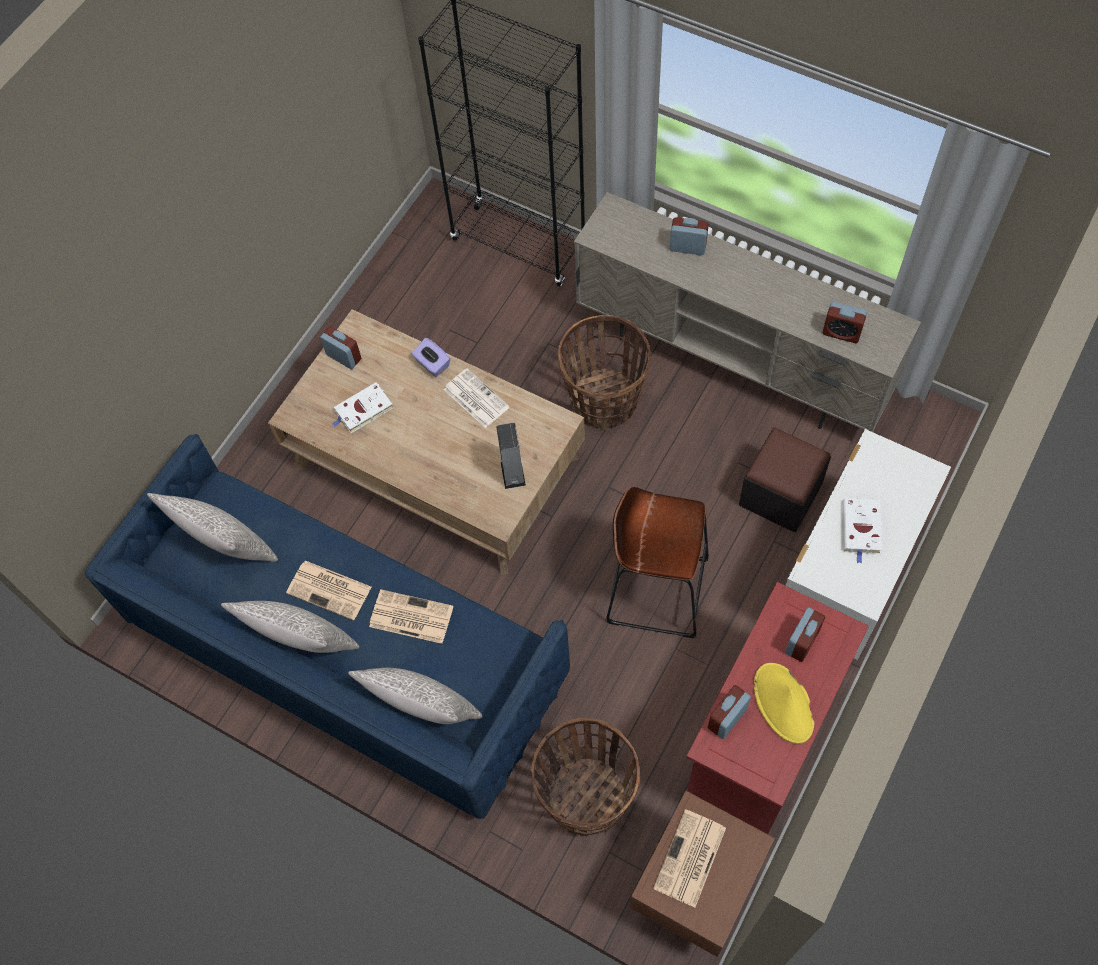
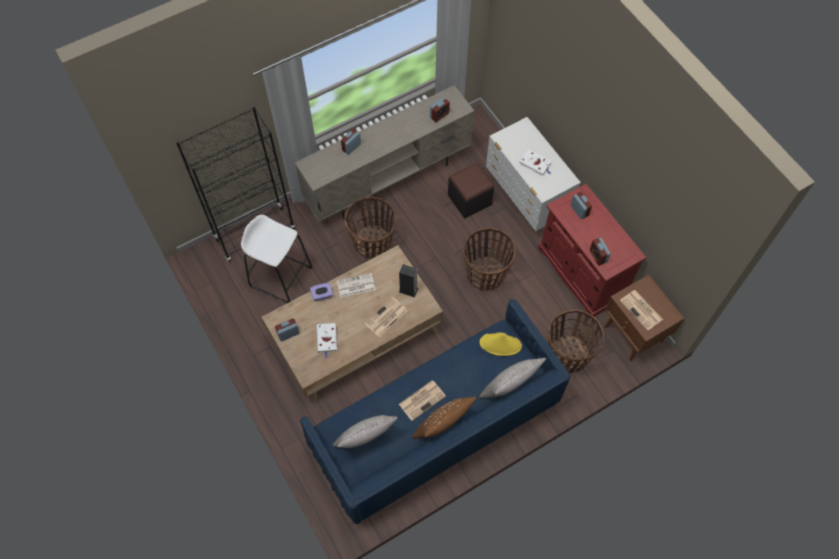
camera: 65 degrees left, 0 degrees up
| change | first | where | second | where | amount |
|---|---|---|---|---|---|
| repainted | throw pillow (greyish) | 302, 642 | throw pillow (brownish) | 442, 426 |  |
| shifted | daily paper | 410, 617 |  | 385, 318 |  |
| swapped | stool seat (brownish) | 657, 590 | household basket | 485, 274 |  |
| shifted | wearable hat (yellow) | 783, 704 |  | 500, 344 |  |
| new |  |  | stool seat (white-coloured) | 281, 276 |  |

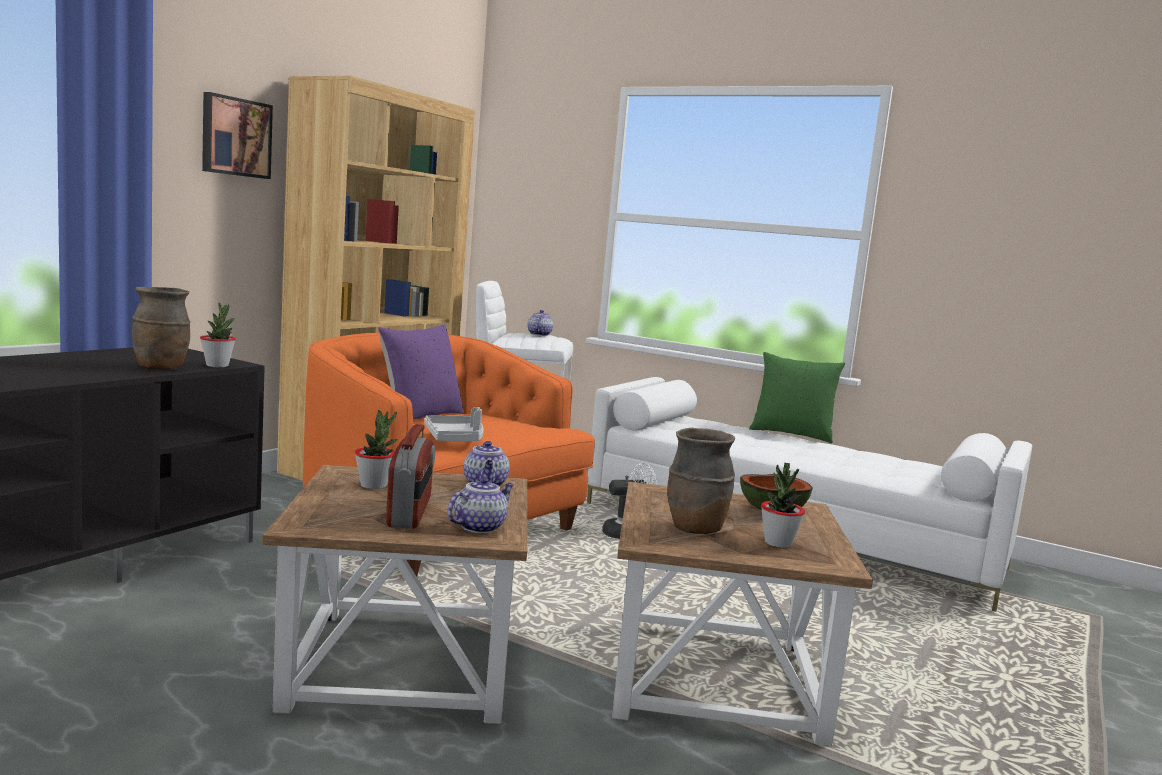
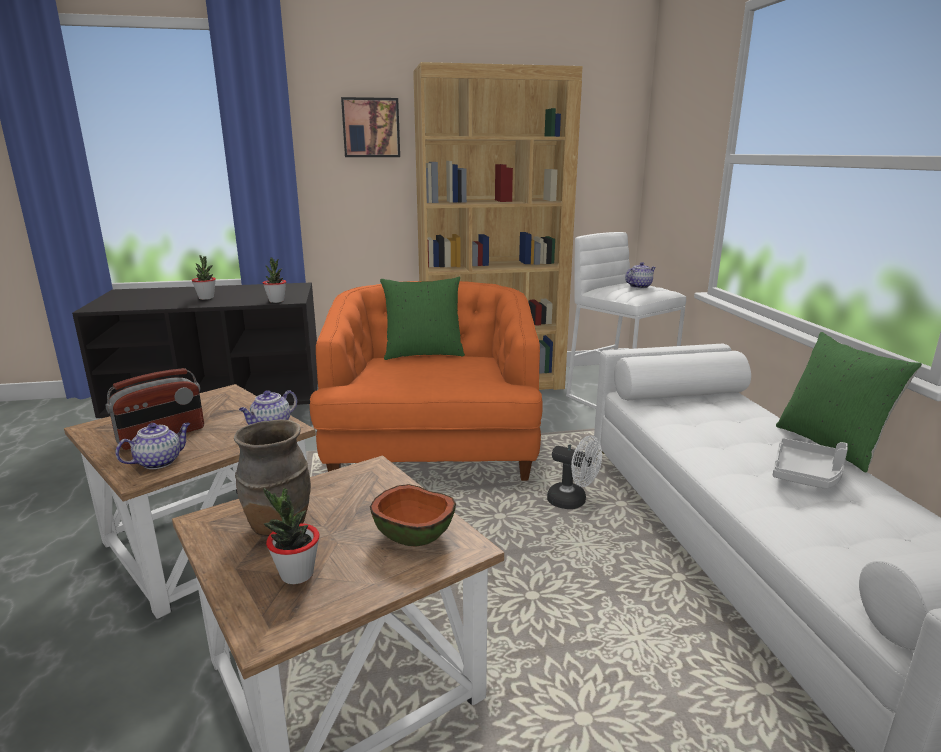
camera: 50 degrees right, 10 degrees up
| change | first | where | second | where | amount |
|---|---|---|---|---|---|
| gone | vase (brownish) | 161, 368 |  |  |  |
| shifted | plant in a pot | 374, 485 |  | 206, 298 |  |
| repainted | throw pillow (purple-coloured) | 420, 416 | throw pillow (greenish) | 423, 354 |  |
| shifted | carrying tray (greyish) | 455, 438 |  | 806, 474 |  |
| rotated | tea pot | 480, 527 |  | 159, 462 | 45 degrees counterclockwise |

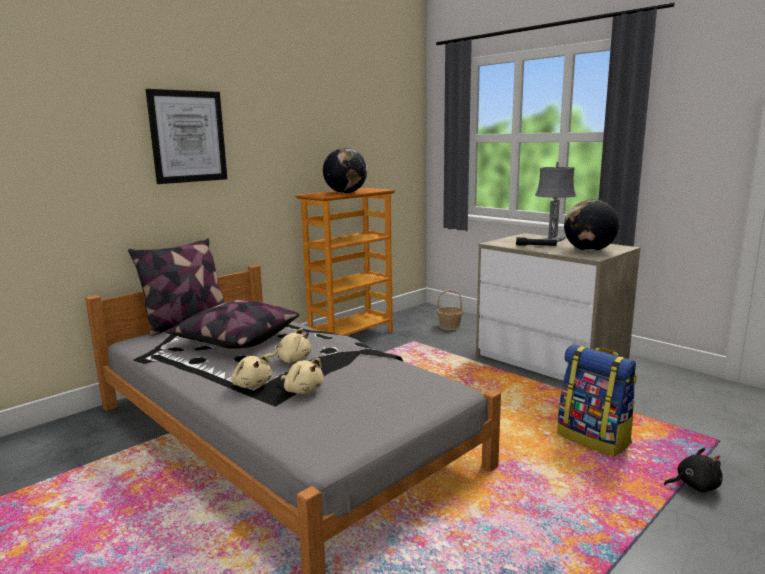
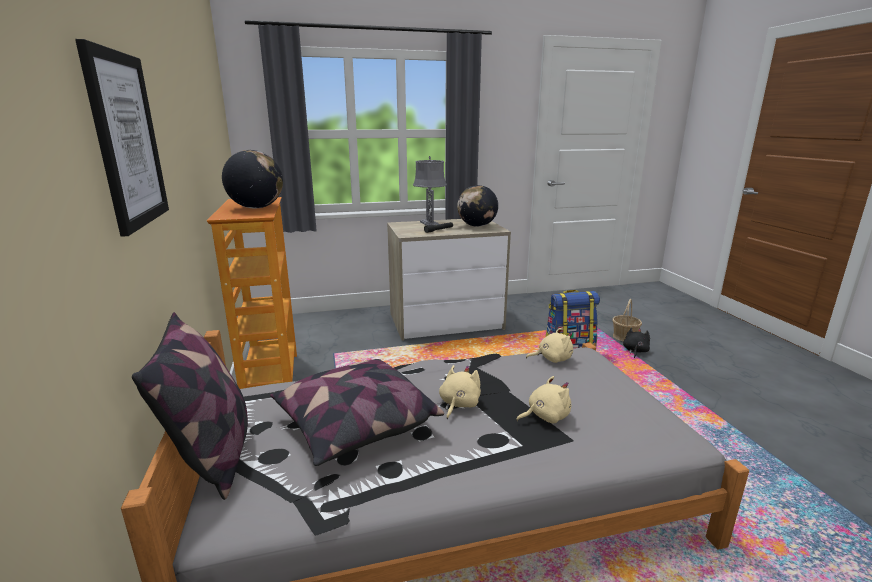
camera: 60 degrees left, 5 degrees up
| change | first | where | second | where | amount |
|---|---|---|---|---|---|
| shifted | cuddly toy (beige) | 252, 385 |  | 552, 359 |  |
| shifted | household basket | 450, 326 |  | 624, 337 |  |

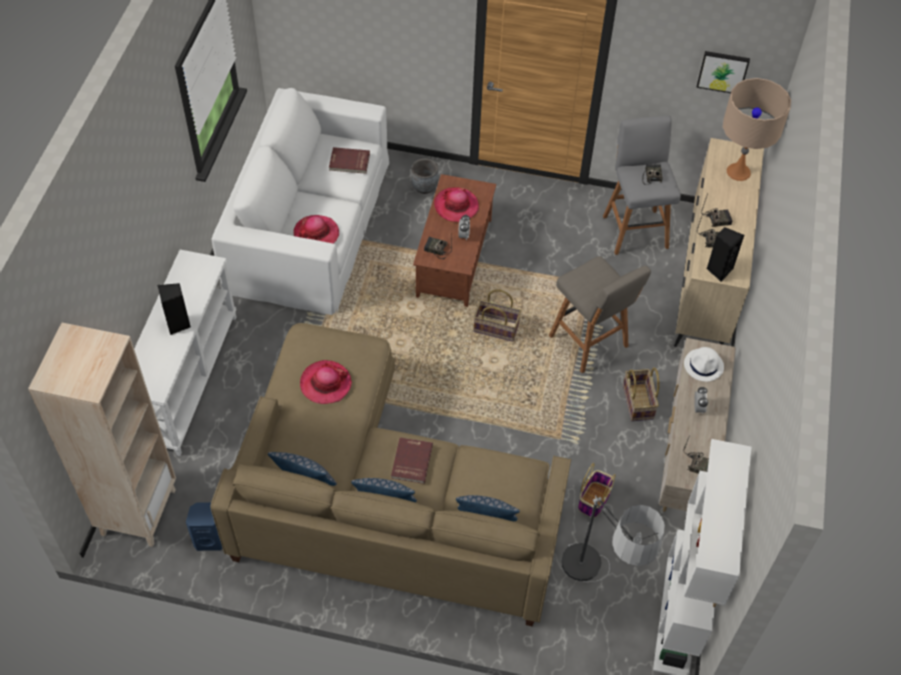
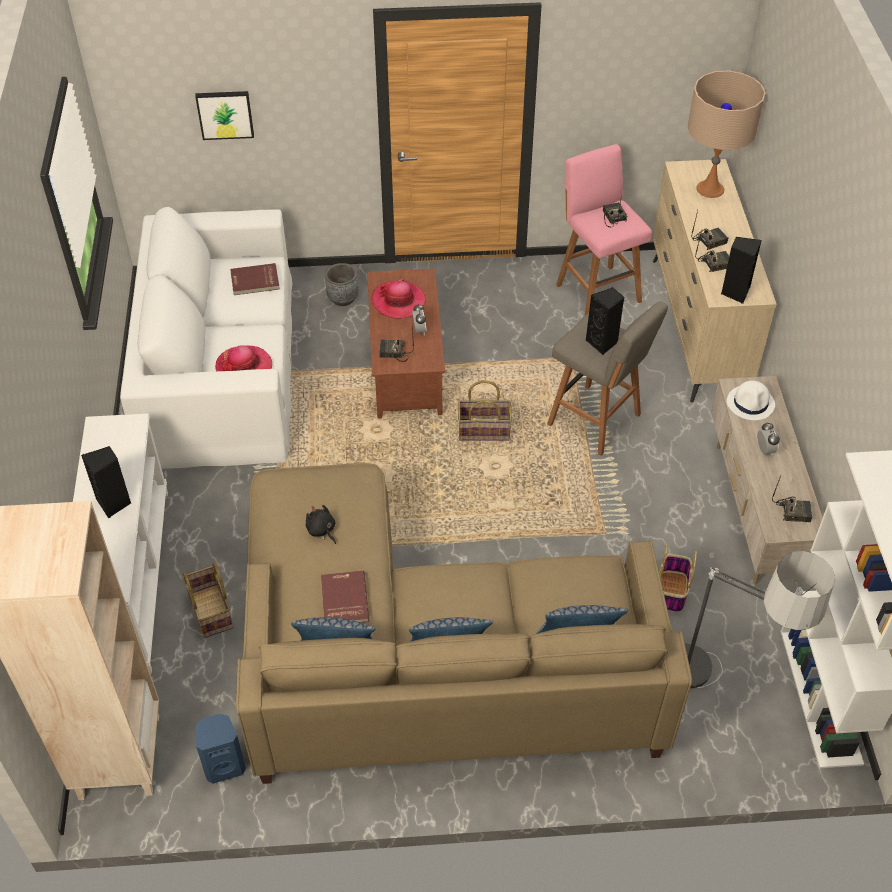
camera: 15 degrees left, 5 degrees down
| change | first | where | second | where | amount |
|---|---|---|---|---|---|
| swapped | wearable hat | 325, 383 | cuddly toy (black) | 321, 530 |  |
| shifted | book (red-coloured) | 411, 461 |  | 343, 600 |  |
| repainted | stool seat (greyish) | 634, 230 | stool seat (pink) | 597, 291 |  |
| shifted | household basket | 638, 402 |  | 212, 611 |  |
| shifted | picture | 723, 71 |  | 225, 114 |  |
| new |  |  | speaker (black) | 603, 343 |  |

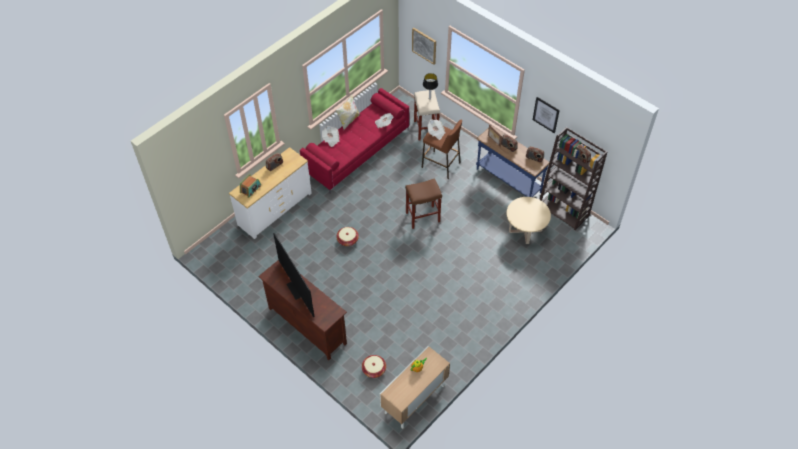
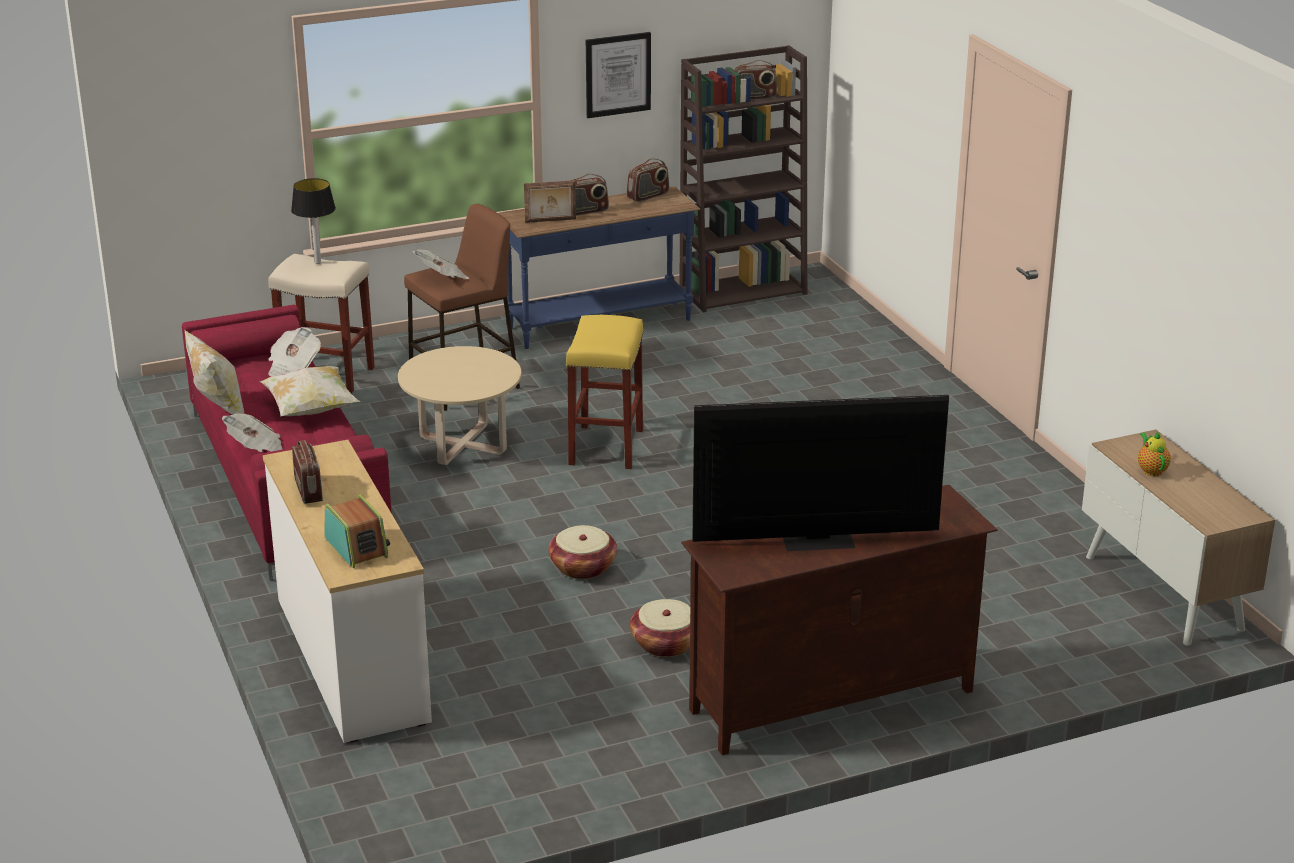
camera: 65 degrees left, 25 degrees down
| change | first | where | second | where | amount |
|---|---|---|---|---|---|
| shifted | household basket | 374, 369 |  | 666, 644 |  |
| repainted | stool seat (brownish) | 423, 216 | stool seat (yellow) | 605, 446 |  |
| gone | picture | 424, 45 |  |  |  |
| shifted | coffee table (beige) | 525, 231 |  | 463, 444 |  |
| new |  |  | throw pillow | 311, 410 |  |

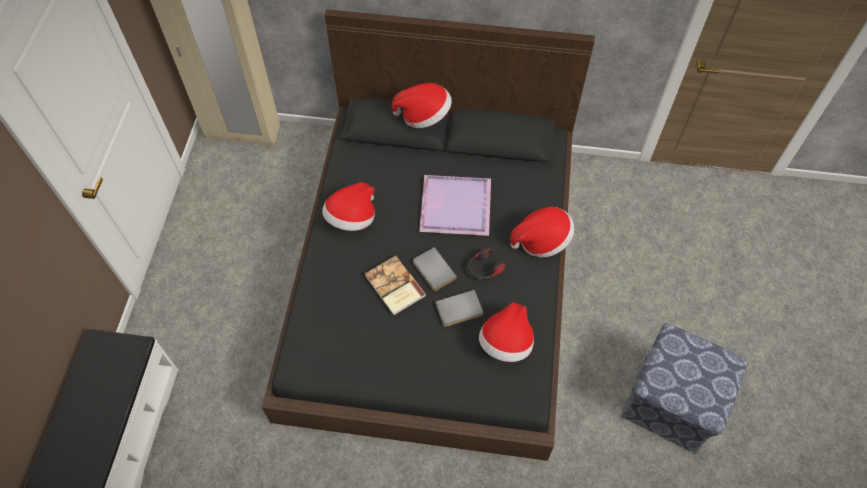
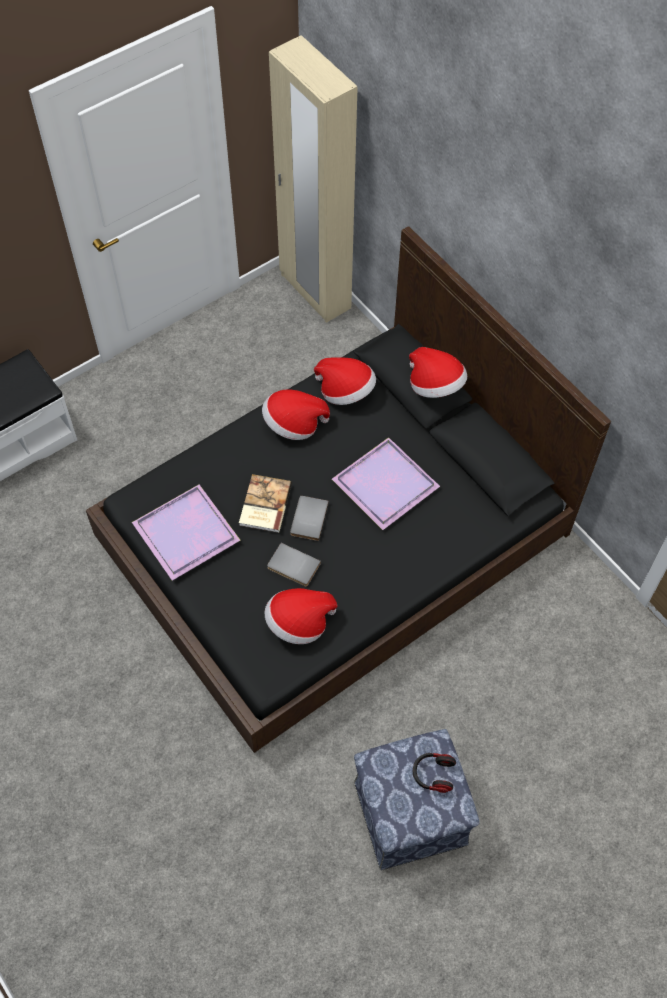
camera: 45 degrees right, 0 degrees up
| change | first | where | second | where | amount |
|---|---|---|---|---|---|
| shifted | headphones | 484, 269 |  | 432, 774 |  |
| shifted | wearable hat | 541, 240 |  | 345, 392 |  |
| new |  |  | carrying tray (purple-coloured) | 188, 533 |  |

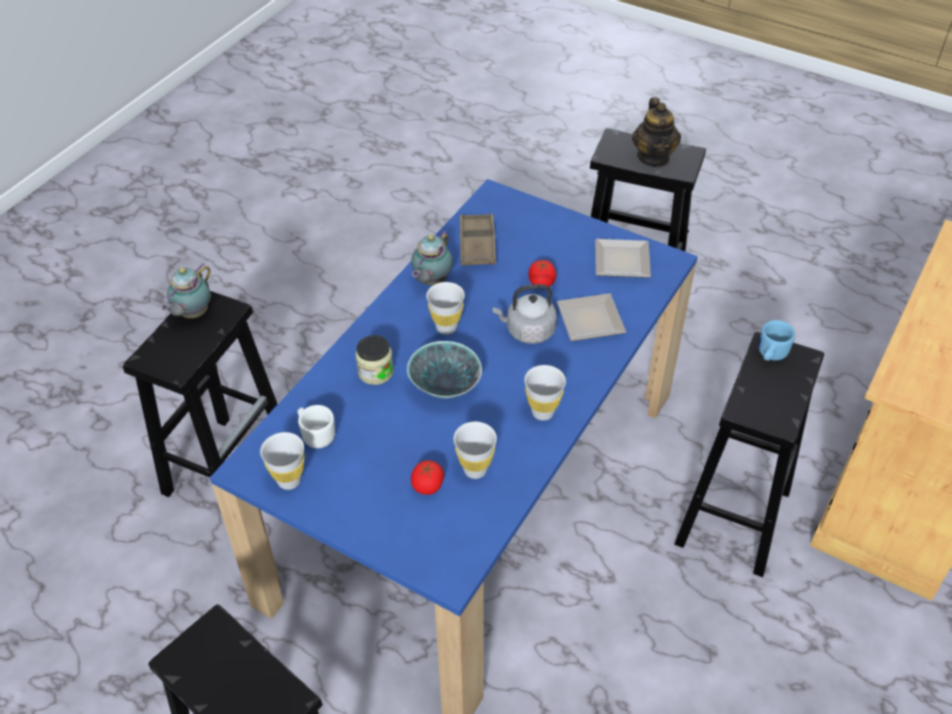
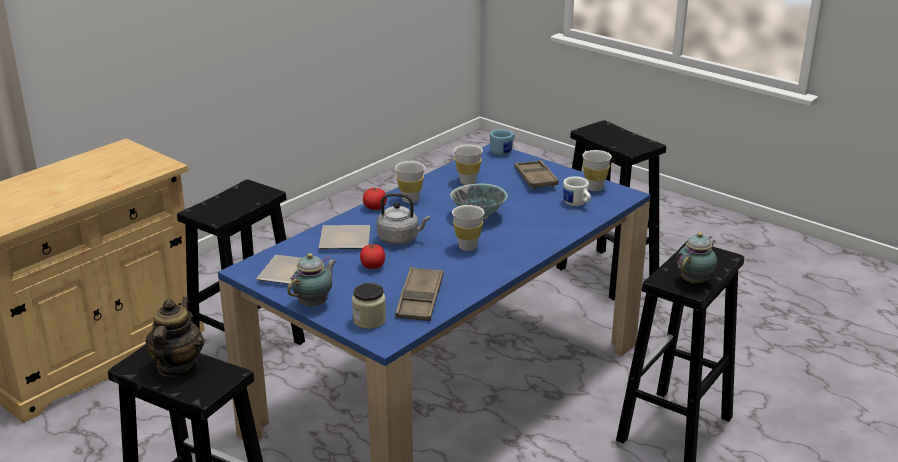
camera: 170 degrees left, 20 degrees down
| change | first | where | second | where | amount |
|---|---|---|---|---|---|
| shifted | jar | 375, 372 |  | 369, 320 |  |
| shifted | tea pot | 431, 281 |  | 315, 303 |  |
| shifted | fresh tomato | 428, 485 |  | 375, 208 |  |
| shifted | mug (blue-coloured) | 770, 355 |  | 503, 152 |  |
| new |  |  | carrying tray (brownish) | 535, 179 |  |

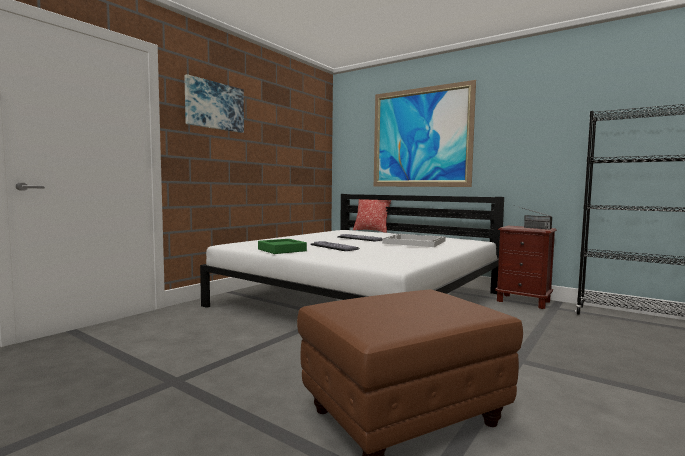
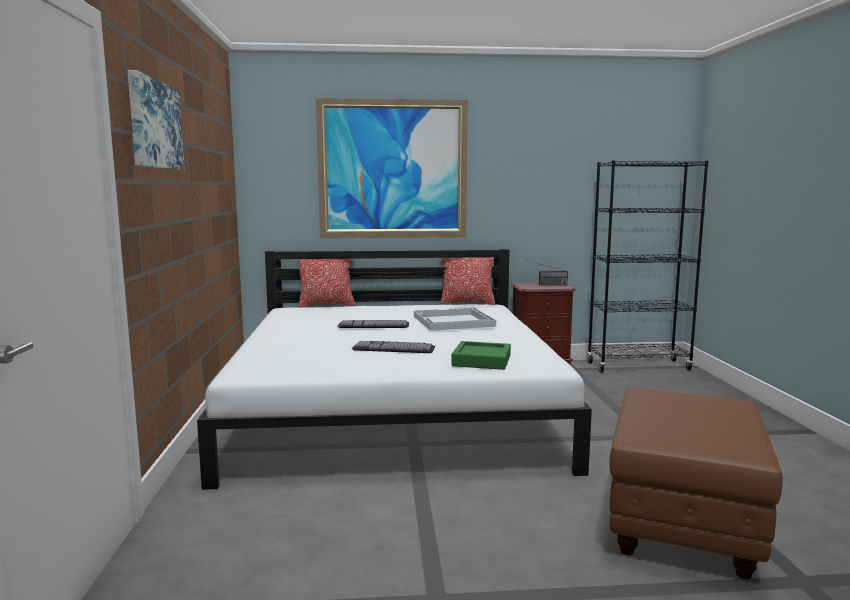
camera: 40 degrees left, 5 degrees up
| change | first | where | second | where | amount |
|---|---|---|---|---|---|
| shifted | carrying tray (greenish) | 282, 250 |  | 481, 361 |  |
| new |  |  | throw pillow | 467, 303 |  |

